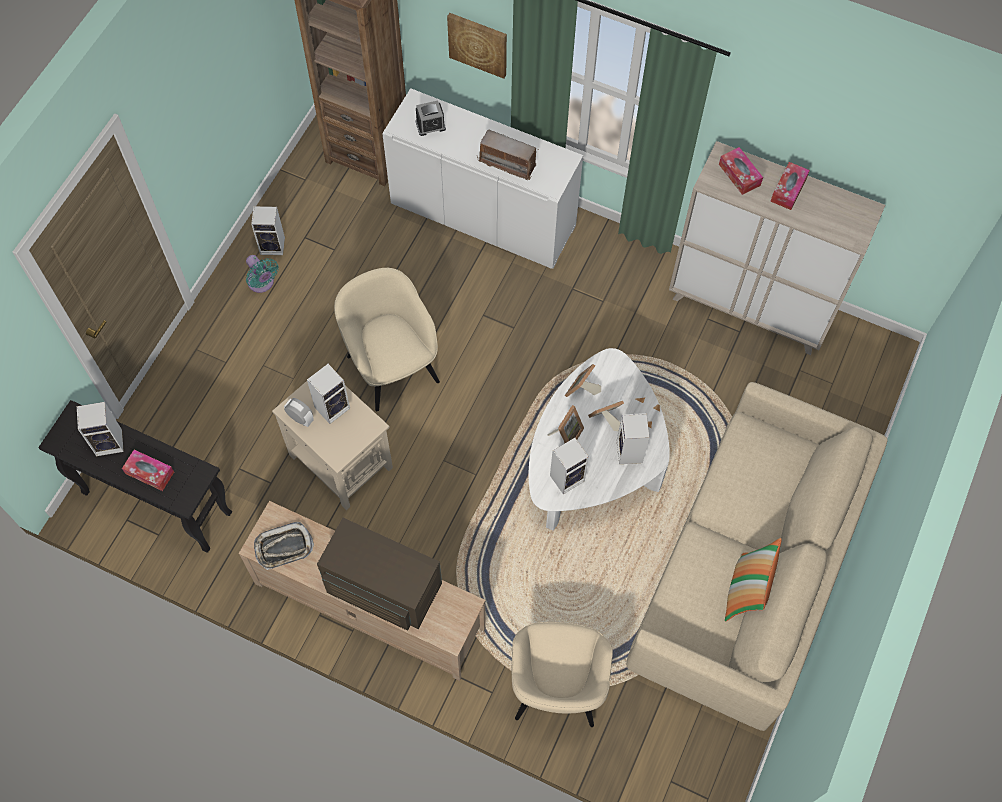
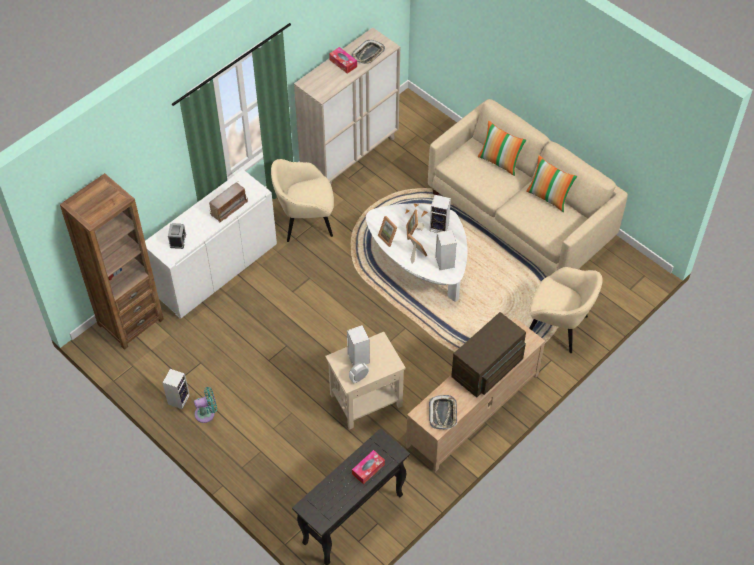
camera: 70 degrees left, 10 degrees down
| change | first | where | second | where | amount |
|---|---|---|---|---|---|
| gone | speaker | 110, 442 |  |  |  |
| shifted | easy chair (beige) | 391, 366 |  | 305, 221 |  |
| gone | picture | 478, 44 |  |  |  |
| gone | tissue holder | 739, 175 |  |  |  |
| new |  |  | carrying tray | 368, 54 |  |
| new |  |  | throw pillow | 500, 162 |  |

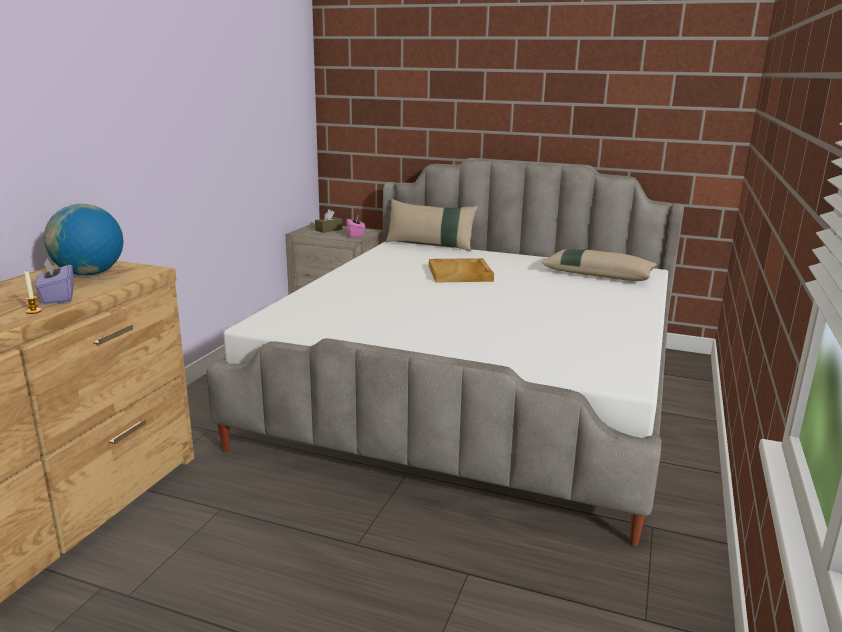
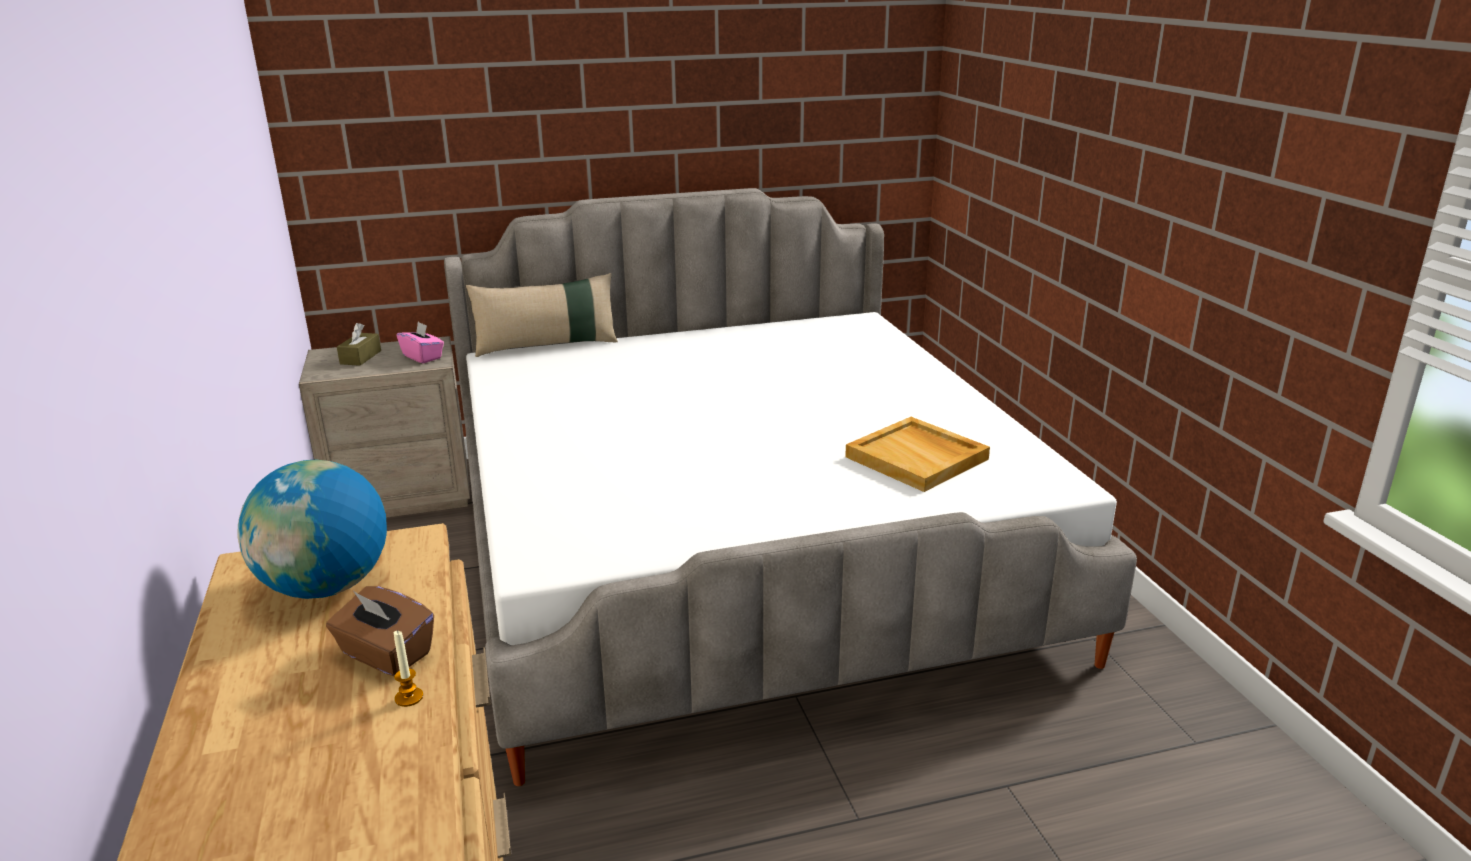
camera: 35 degrees left, 5 degrees up
| change | first | where | second | where | amount |
|---|---|---|---|---|---|
| repainted | tissue holder (purple-coloured) | 57, 297 | tissue holder (brownish) | 385, 654 |  |
| shifted | carrying tray (beige) | 460, 273 |  | 918, 458 |  |
| gone | throw pillow (beige) | 598, 274 |  |  |  |

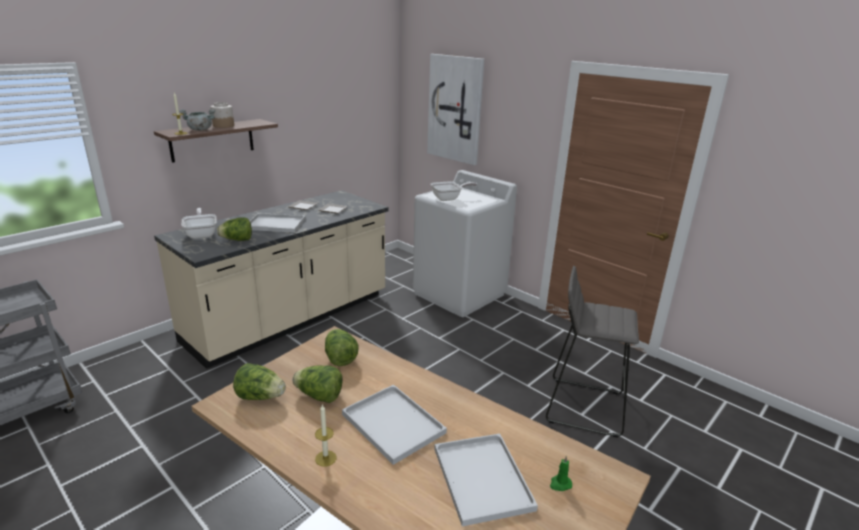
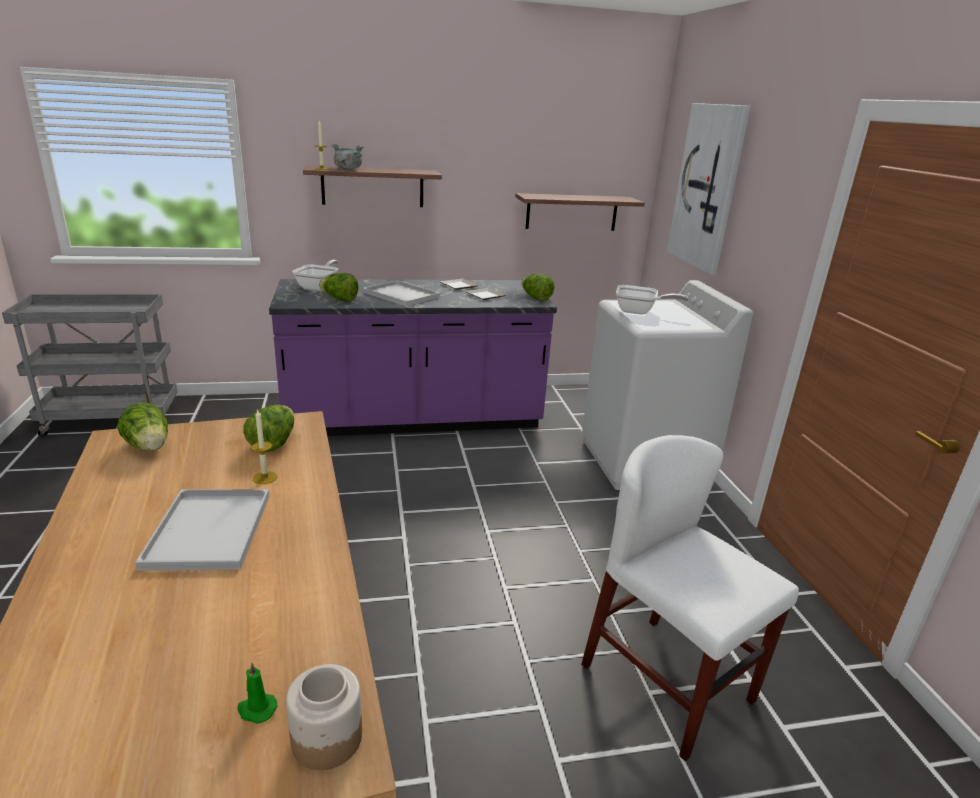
camera: 35 degrees right, 0 degrees up
| change | first | where | second | where | amount |
|---|---|---|---|---|---|
| repainted | kitchen base unit (beige) | 290, 318 | kitchen base unit (purple-coloured) | 414, 419 |  |
| shifted | jar | 223, 125 |  | 326, 738 |  |
| shifted | head of lettuce | 319, 396 |  | 535, 298 |  |
| shifted | wax light | 325, 458 |  | 265, 477 |  |
| gone | carrying tray (white-coloured) | 484, 479 |  |  |  |
| swapped | stool seat (greyish) | 584, 406 | plain chair (white-coloured) | 667, 683 |  |
| new |  |  | shelf | 572, 212 |  |

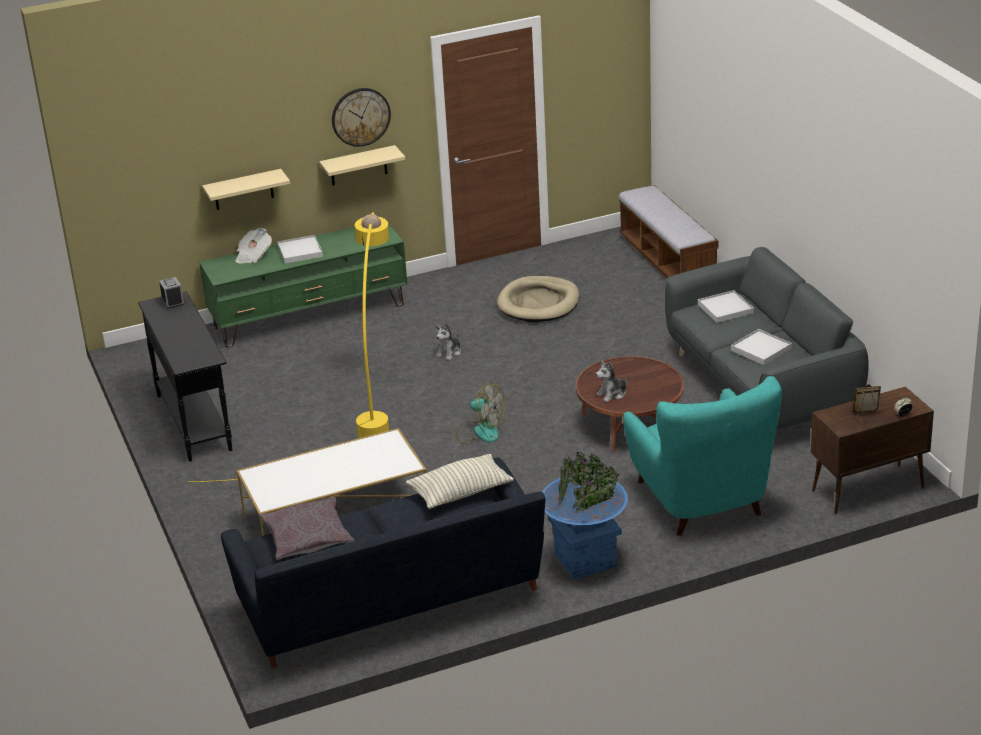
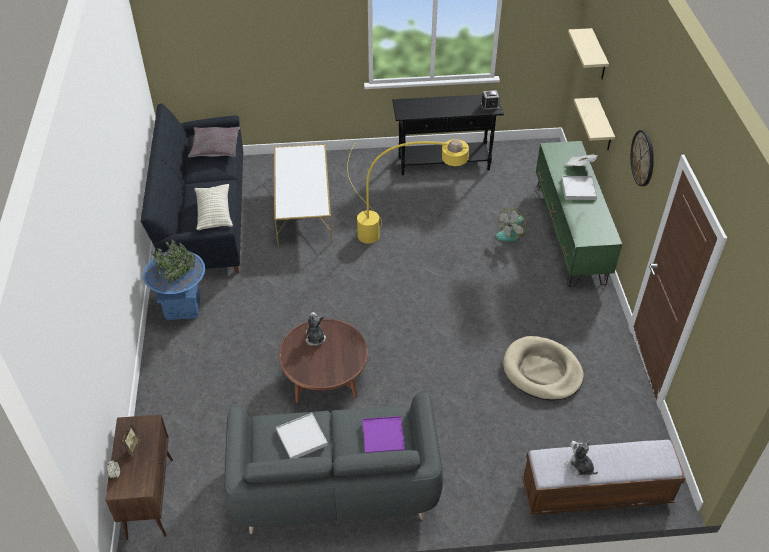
camera: 105 degrees right, 15 degrees up
| change | first | where | second | where | amount |
|---|---|---|---|---|---|
| shifted | shelf (beige) | 358, 166 |  | 598, 55 |  |
| shifted | cuddly toy | 449, 353 |  | 579, 467 |  |
| shifted | fan | 480, 431 |  | 511, 233 |  |
| gone | easy chair (turquoise-coloured) | 701, 500 |  |  |  |
| repainted | carrying tray (white-coloured) | 725, 309 | carrying tray (purple-coloured) | 383, 437 |  |

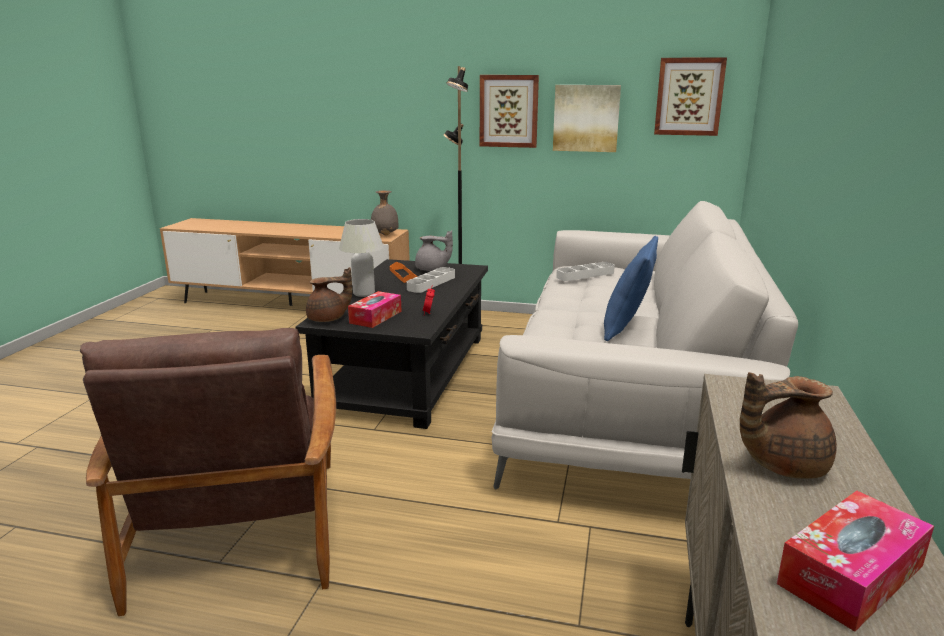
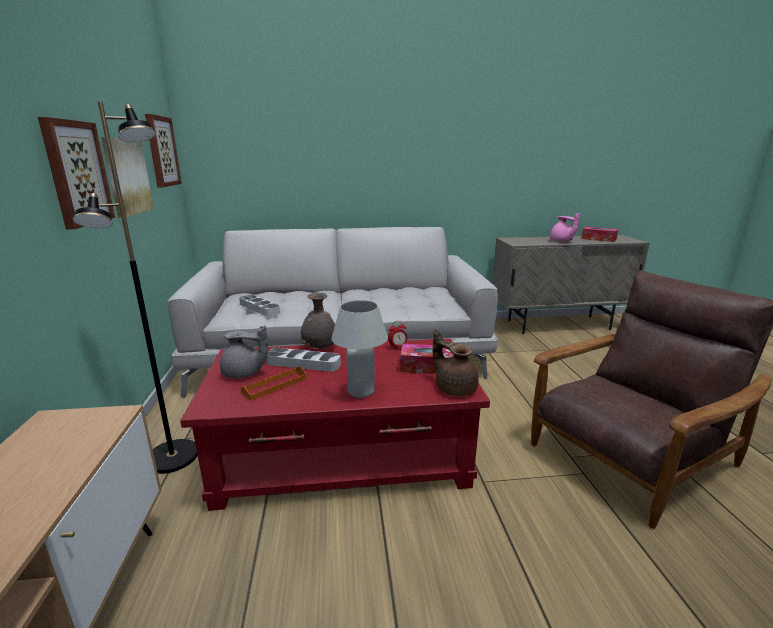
camera: 110 degrees left, 0 degrees up
| change | first | where | second | where | amount |
|---|---|---|---|---|---|
| repainted | coffee table (black) | 406, 373 | coffee table (red-coloured) | 344, 456 |  |
| shifted | vase (greyish) | 384, 235 |  | 320, 349 |  |
| rotated | tea pot (greyish) | 432, 269 |  | 244, 374 | 105 degrees clockwise |
| gone | throw pillow (blue-coloured) | 627, 327 |  |  |  |
| repainted | tea pot (brownish) | 781, 464 | tea pot (pink) | 561, 241 |  |

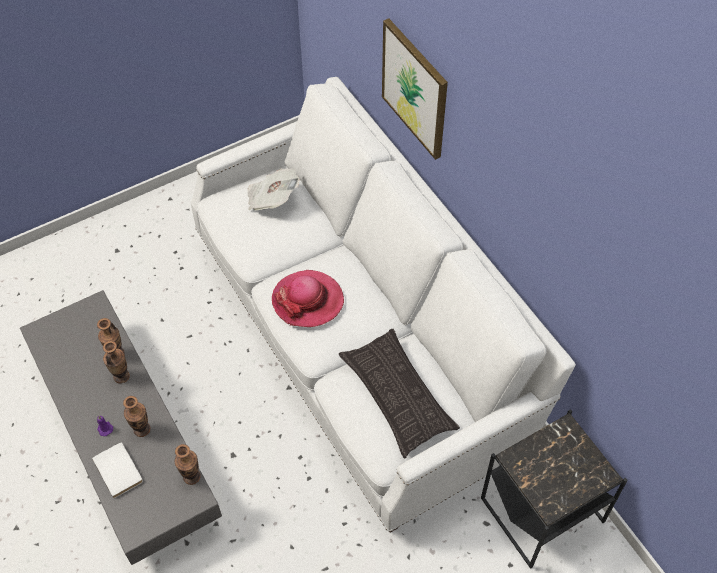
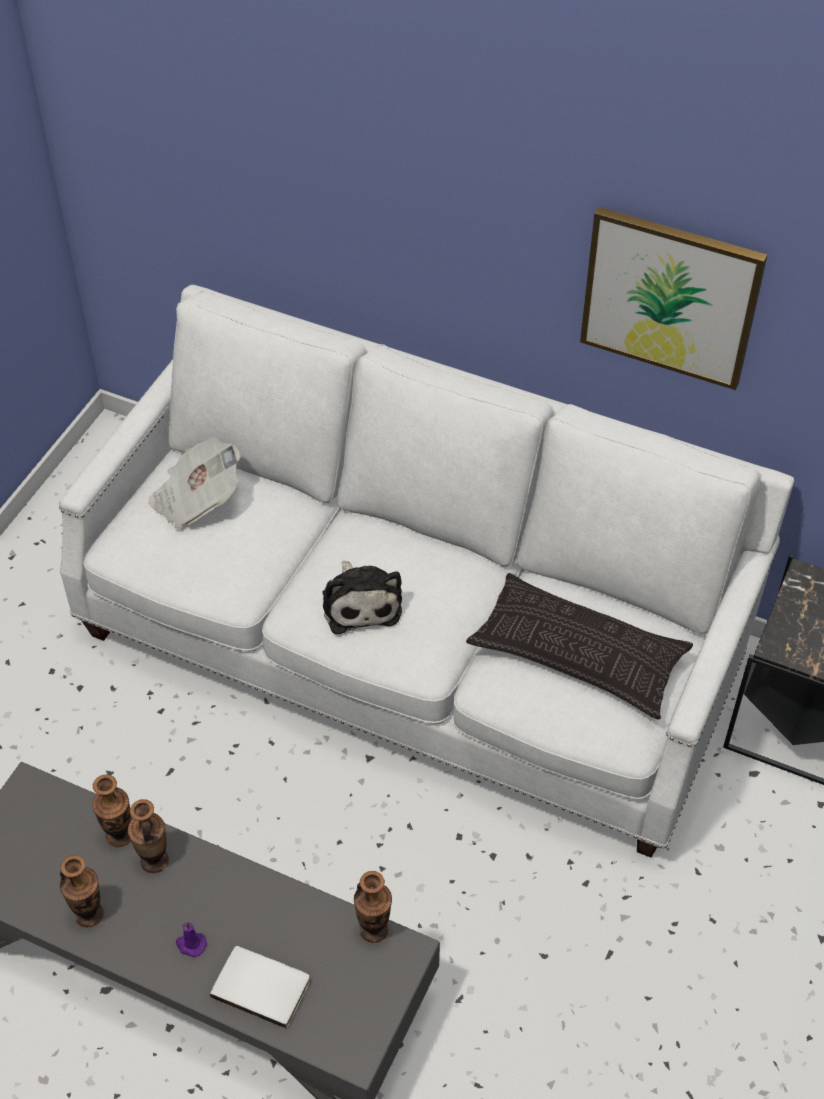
camera: 35 degrees left, 5 degrees down
| change | first | where | second | where | amount |
|---|---|---|---|---|---|
| shifted | vase | 142, 429 |  | 89, 914 |  |
| swapped | wearable hat | 308, 301 | cuddly toy | 360, 602 |  |
| shifted | picture | 415, 88 |  | 670, 297 |  |

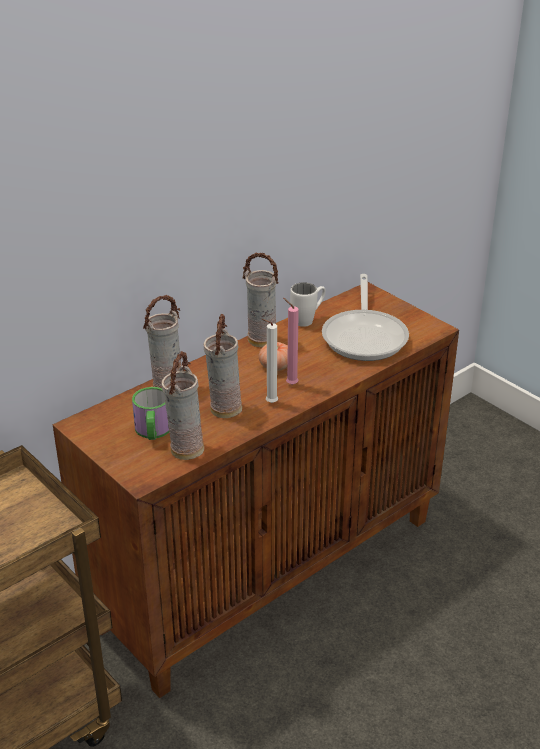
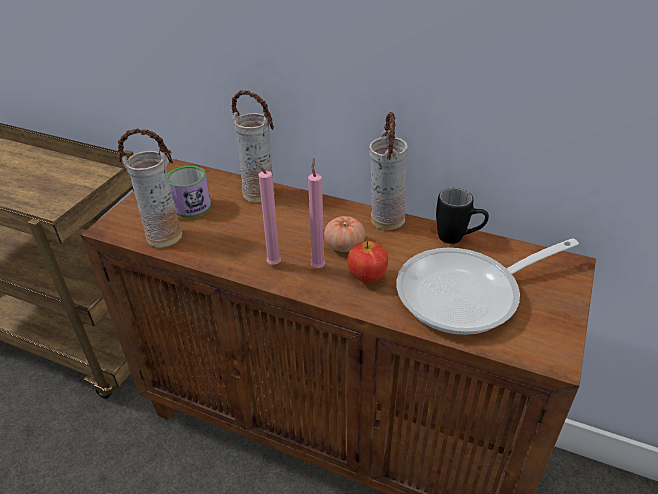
camera: 65 degrees right, 5 degrees up
| change | first | where | second | where | amount |
|---|---|---|---|---|---|
| gone | vase | 224, 409 |  |  |  |
| repainted | wax light (white-coloured) | 269, 403 | wax light (pink) | 272, 263 |  |
| repainted | mug (white-coloured) | 308, 319 | mug (black) | 458, 239 |  |
| new |  |  | apple | 366, 278 |  |

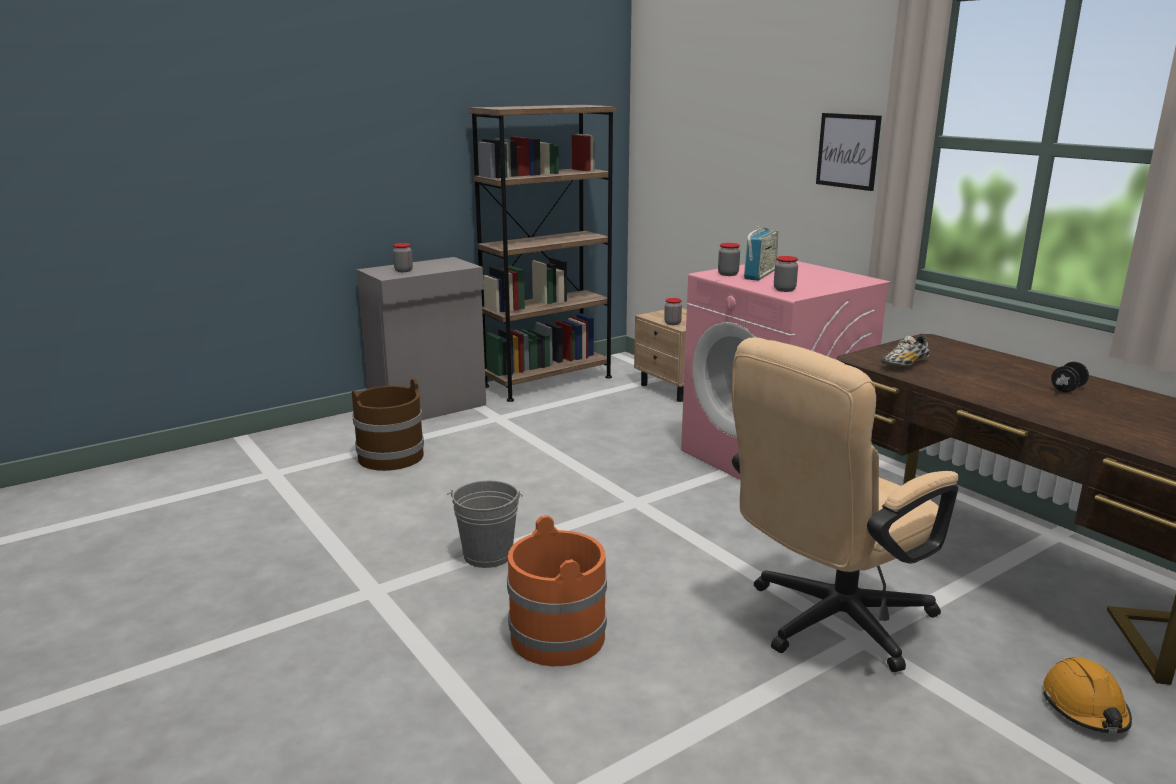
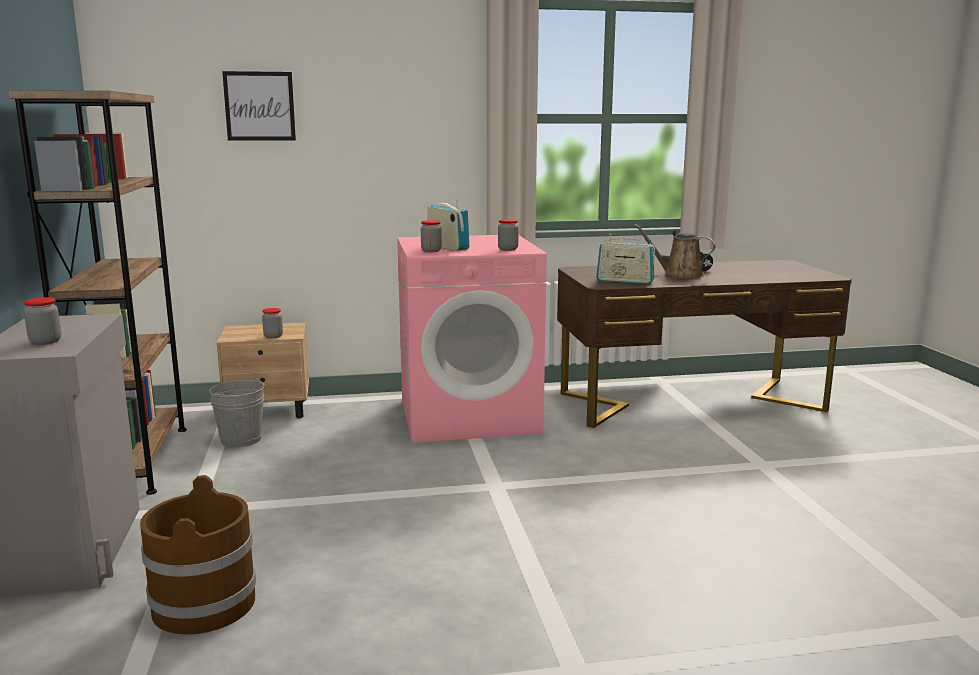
camera: 65 degrees left, 5 degrees down
| change | first | where | second | where | amount |
|---|---|---|---|---|---|
| shifted | pail (greyish) | 487, 555 |  | 241, 439 |  |
| gone | pail (orange) | 558, 636 |  |  |  |
| gone | computer chair (beige) | 827, 623 |  |  |  |
| shifted | picture | 848, 151 |  | 259, 106 |  |
| swapped | item of footwear | 904, 364 | radio receiver | 625, 281 |  |
| gone | hard hat (orange) | 1085, 708 |  |  |  |
| new |  |  | watering can (brownish) | 679, 275 |  |

